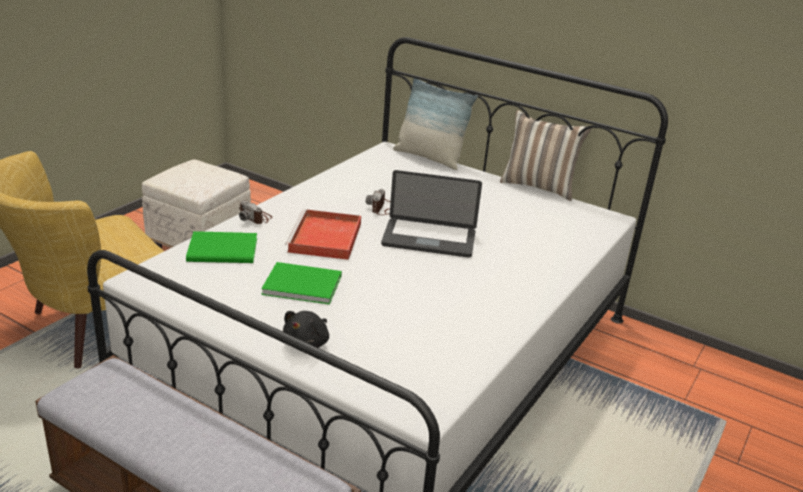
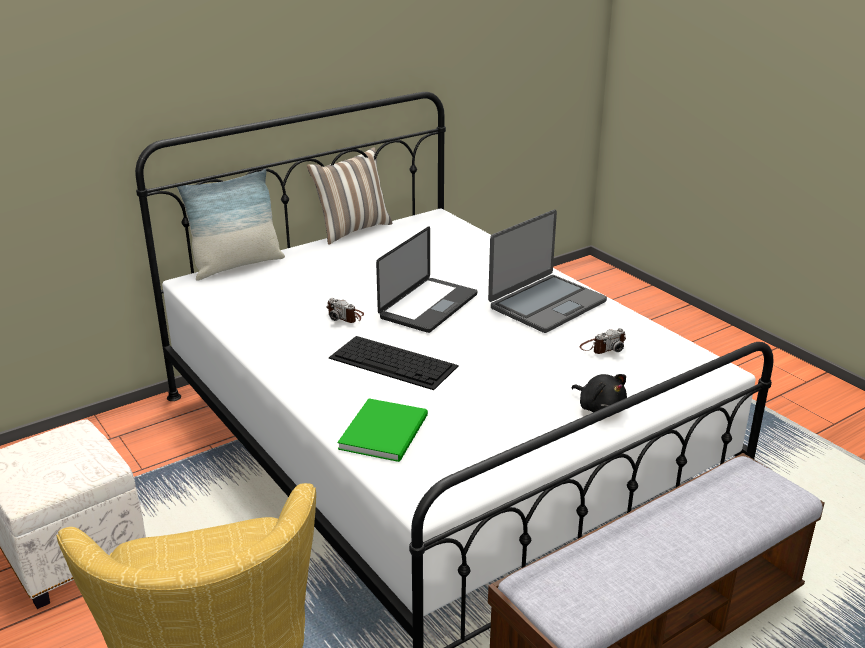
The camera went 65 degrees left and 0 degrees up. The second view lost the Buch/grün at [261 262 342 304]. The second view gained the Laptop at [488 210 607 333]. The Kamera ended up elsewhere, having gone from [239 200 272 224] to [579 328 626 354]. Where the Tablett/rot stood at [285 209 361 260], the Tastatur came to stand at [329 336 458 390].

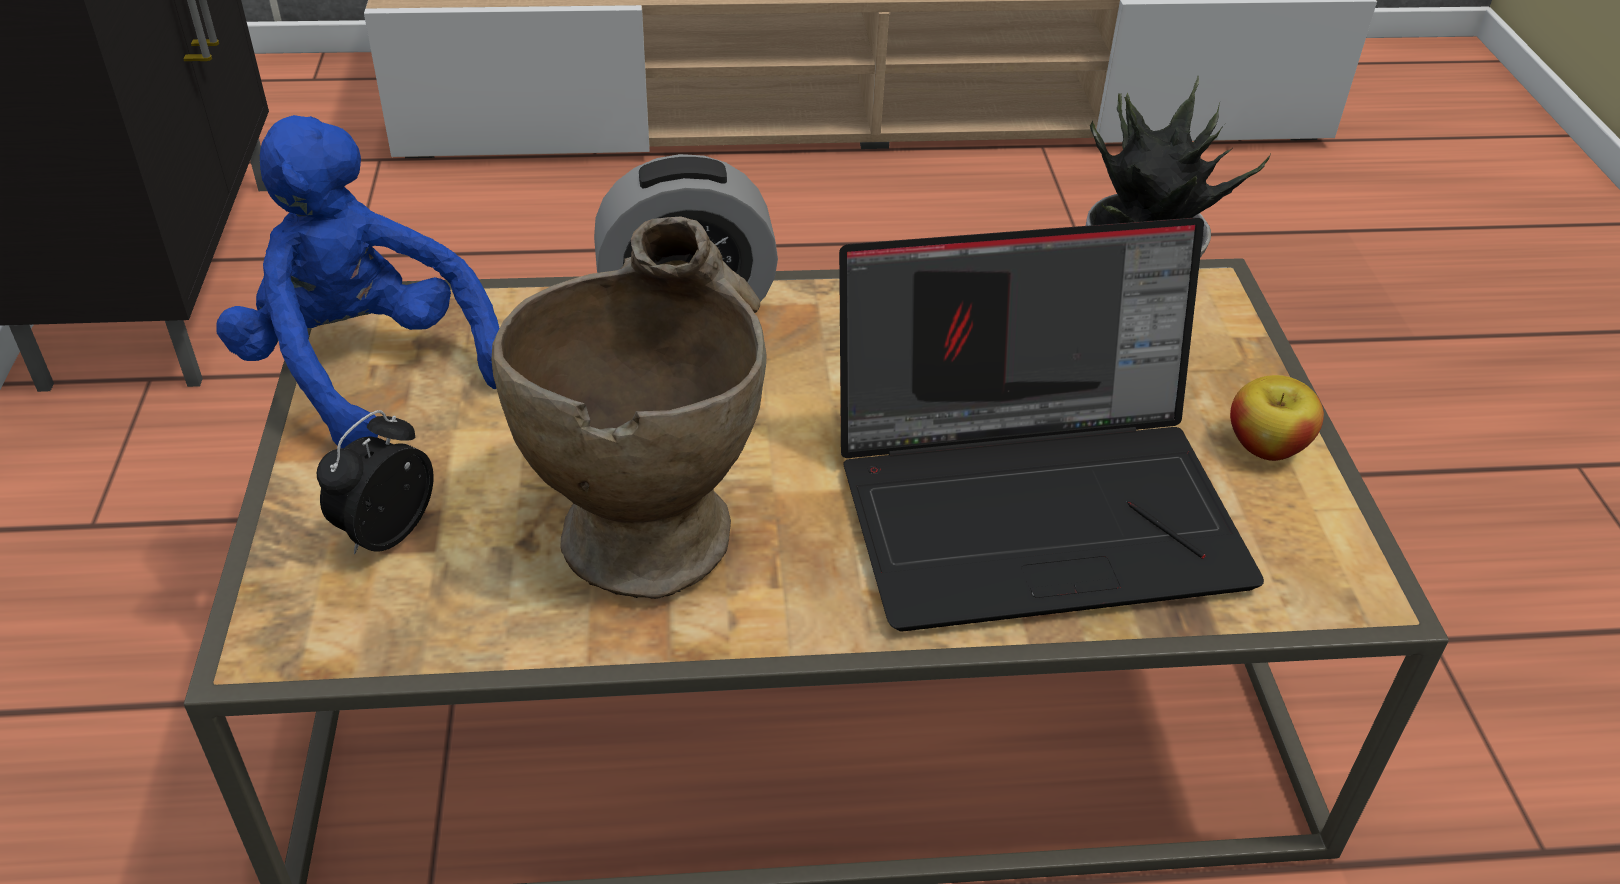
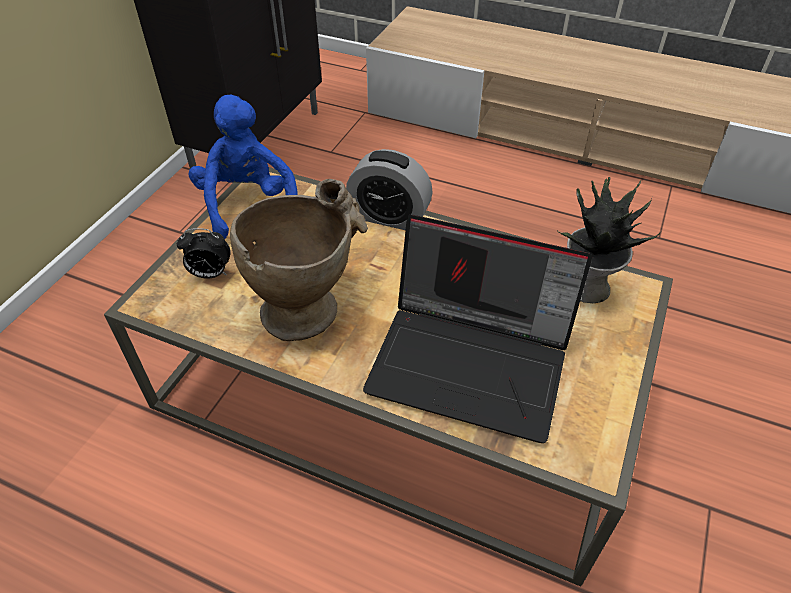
The camera went 30 degrees right and 5 degrees up. The second view lost the Apfel at [1230 375 1324 461]. The Wecker at [317 410 434 554] ended up facing another way, 150 degrees counterclockwise from before.

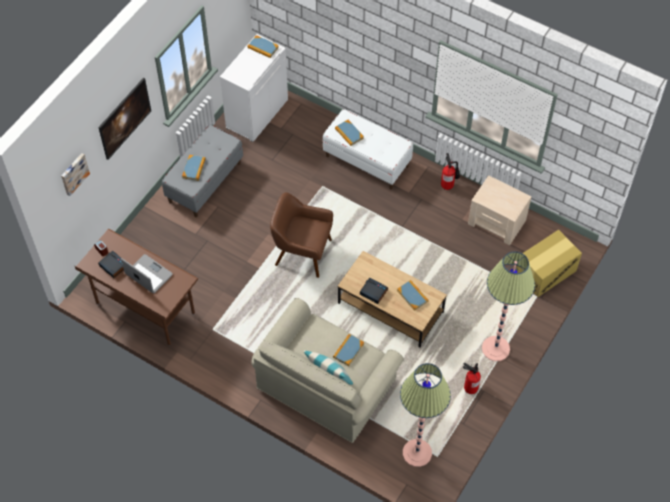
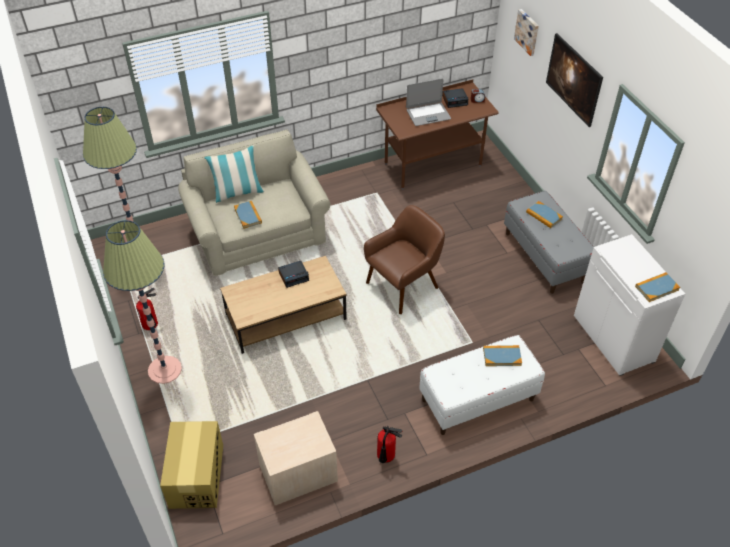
The camera went 125 degrees right and 10 degrees down. The second view lost the Buch at [397 280 429 311].

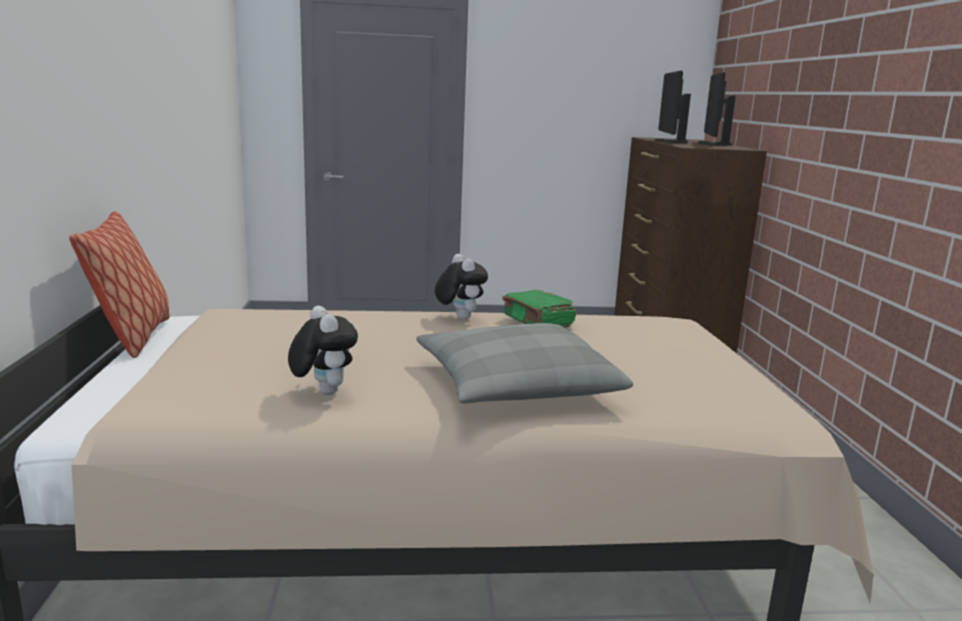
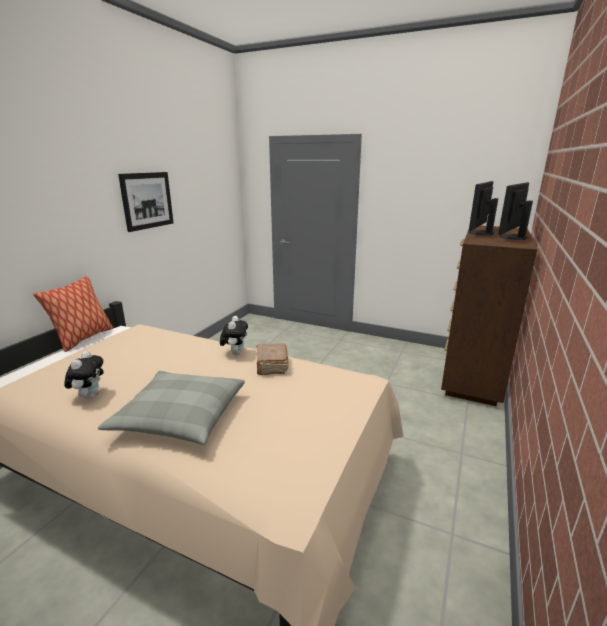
The camera went 30 degrees right and 5 degrees up. The second view gained the Bild at [118 172 174 232]. What was the Buch/grün at [502 290 576 327] turned into the Buch/braun at [256 343 289 375].

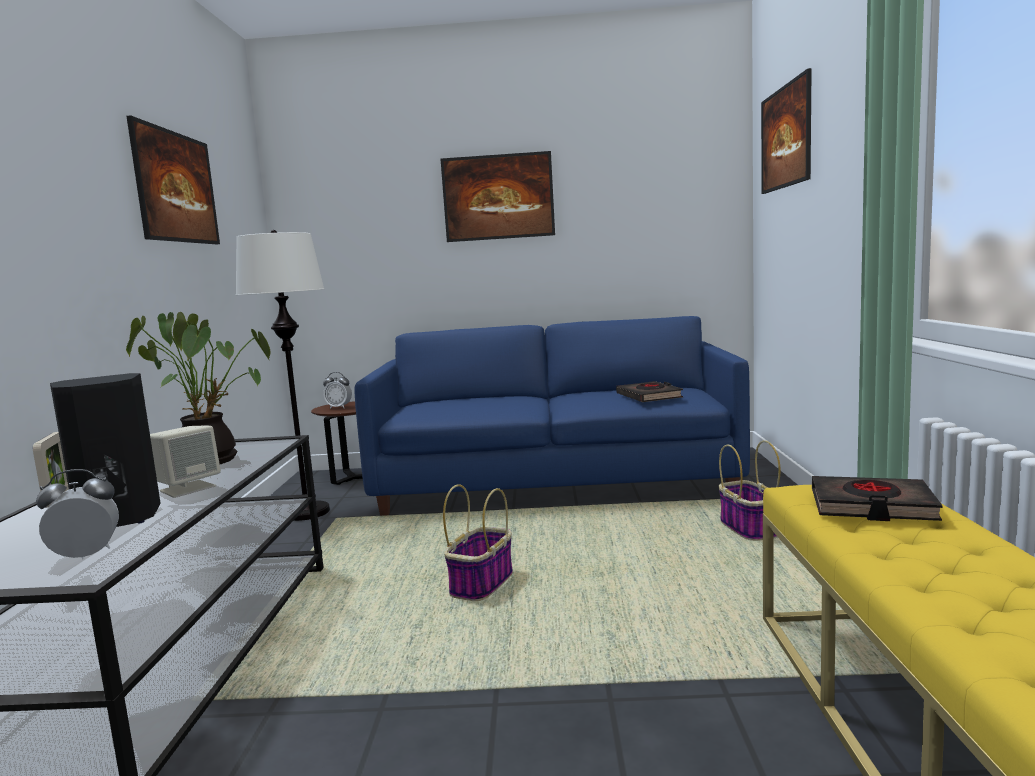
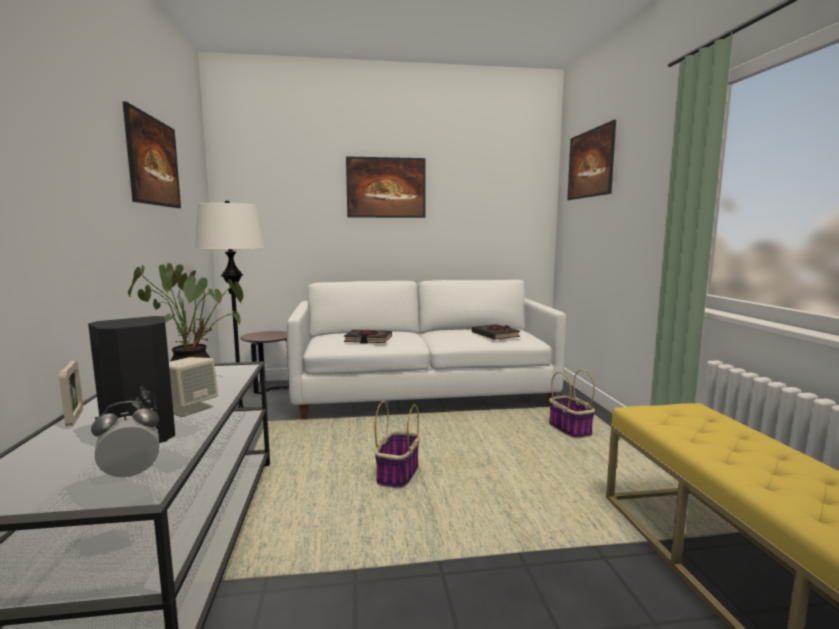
The camera went 10 degrees left and 0 degrees up. The second view lost the Wecker at [323 372 352 409]. The Buch/schwarz ended up elsewhere, having gone from [812 476 943 521] to [344 330 392 344]. What was the Sofa/blau at [354 316 750 516] turned into the Sofa/weiß at [287 280 566 419].

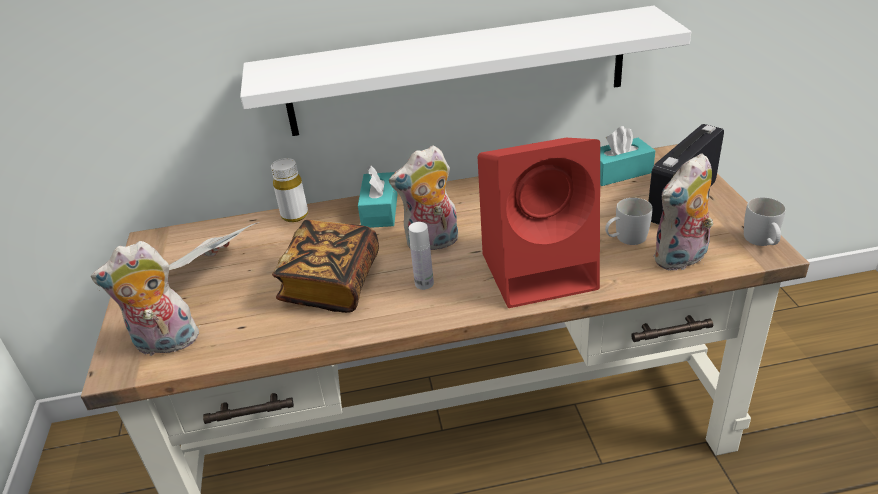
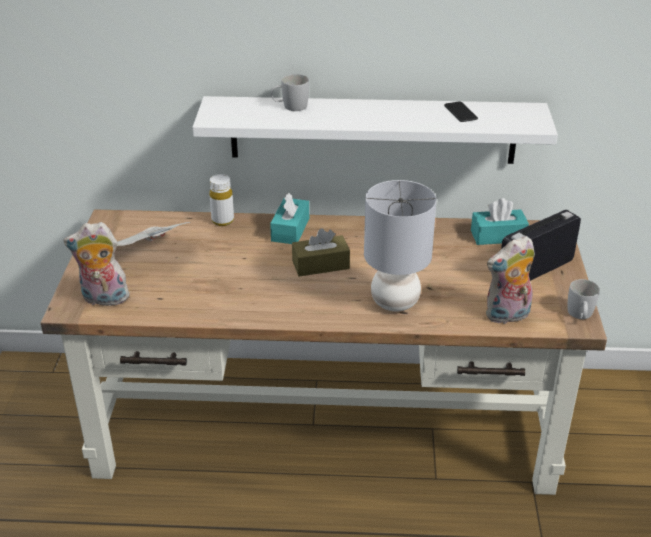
The camera went 10 degrees right and 0 degrees up. The second view lost the Buch at [272 220 379 313]. The second view lost the Flasche/weiß at [409 222 434 290]. The second view gained the Handy at [444 101 478 122]. The Henkelbecher/weiß ended up elsewhere, having gone from [605 198 652 245] to [271 74 309 111]. Where the Plüschtier stood at [389 145 458 251], the Taschentuchbox/braun came to stand at [292 228 350 276]. Where the Lautsprecher/rot stood at [478 138 600 308], the Tischlampe/grau came to stand at [364 180 437 311].

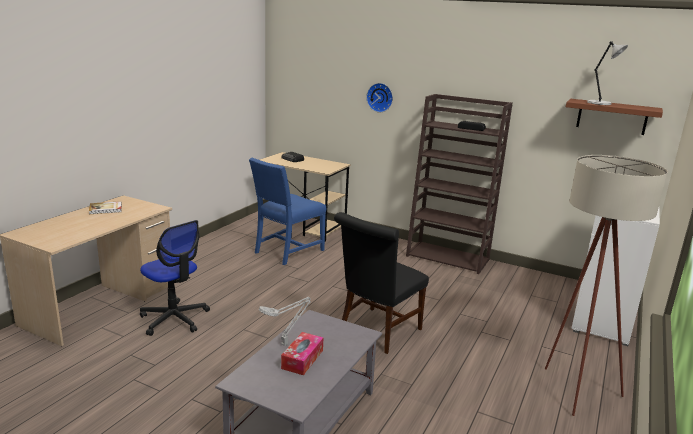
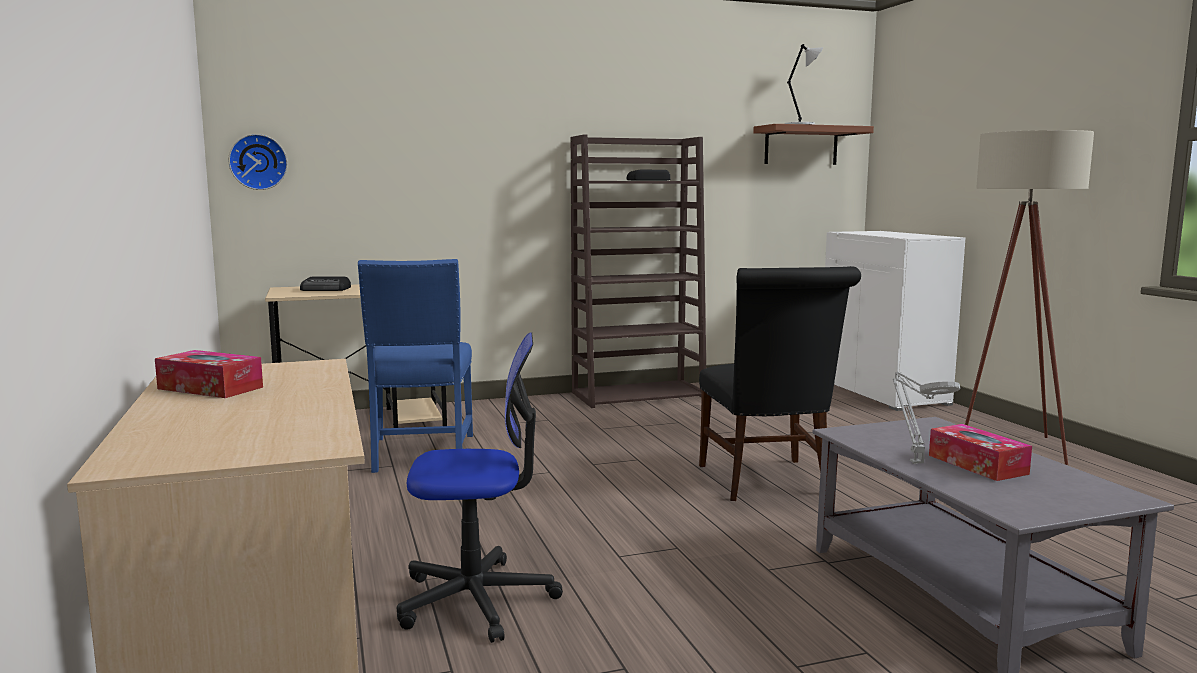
The camera went 45 degrees left and 10 degrees down. The Wanduhr ended up elsewhere, having gone from [366 83 393 112] to [228 134 288 190]. Where the Buch stood at [89 201 122 214], the Taschentuchbox came to stand at [155 350 263 398].

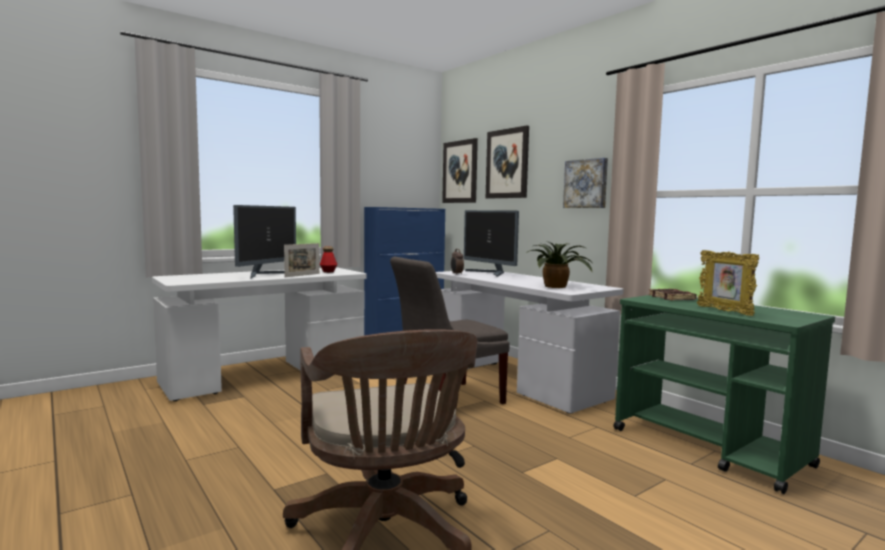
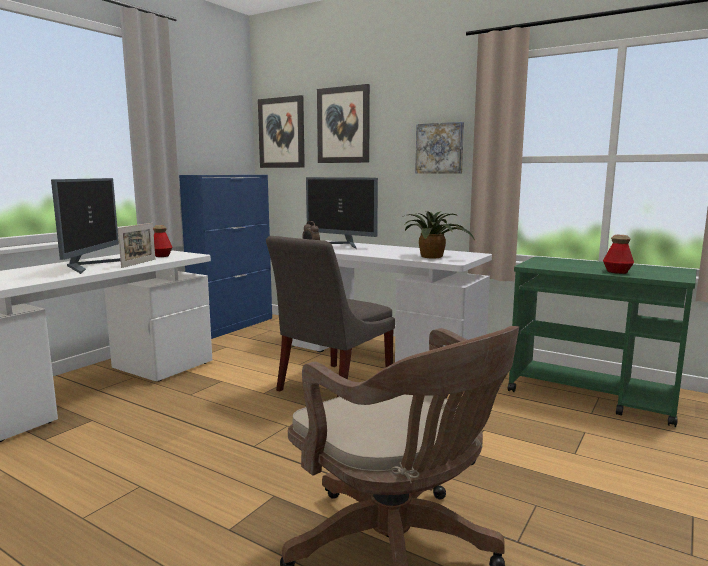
The camera went 20 degrees left and 5 degrees up. The second view lost the Buch/braun at [648 288 697 300]. Where the Bilderrahmen stood at [697 250 759 316], the Flasche came to stand at [603 235 634 274].

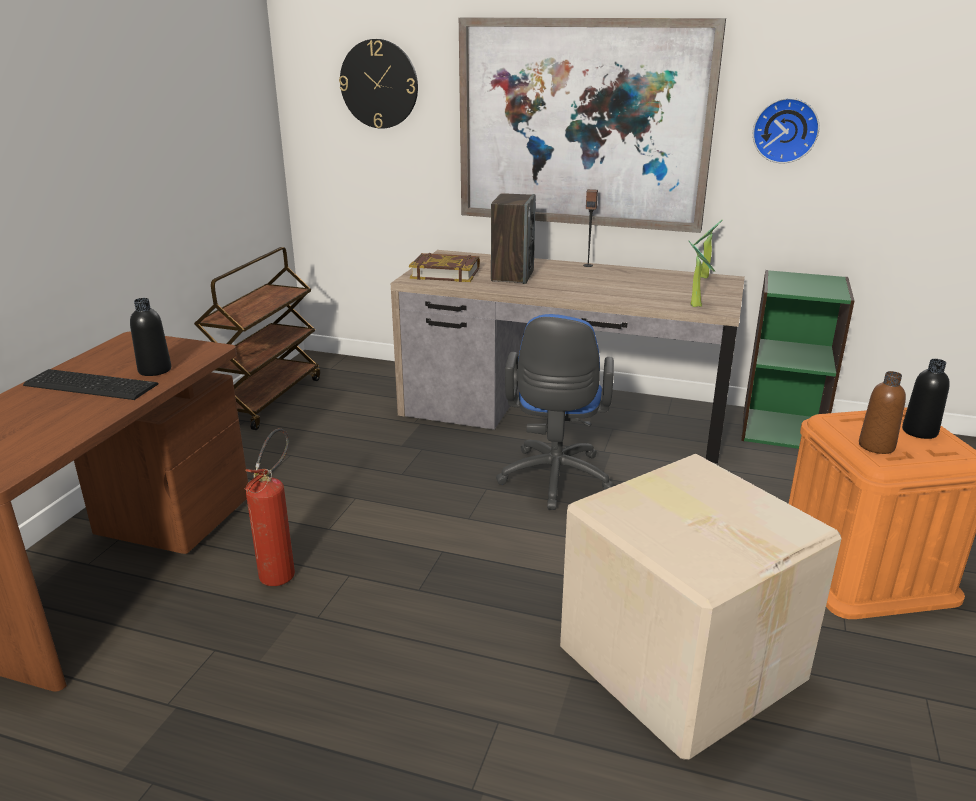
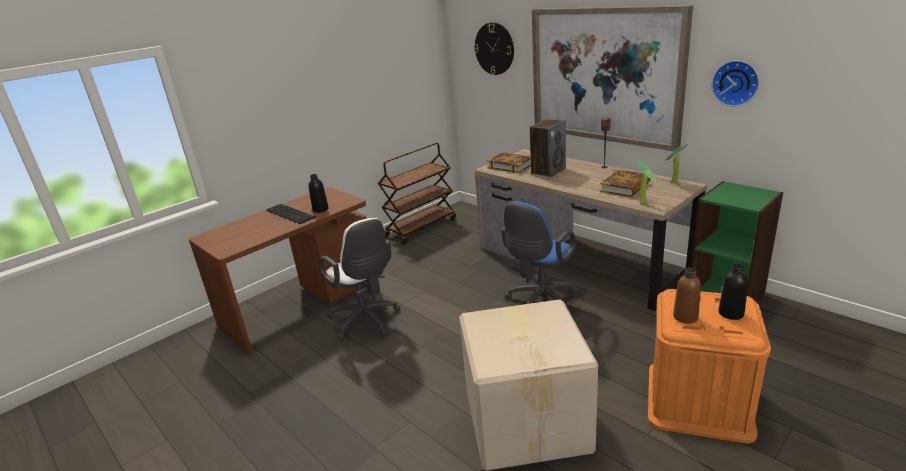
The camera went 30 degrees right and 0 degrees up. The second view gained the Buch at [600 169 651 197]. Where the Feuerlöscher stood at [245 428 295 586], the Bürostuhl/weiß came to stand at [319 218 401 340].

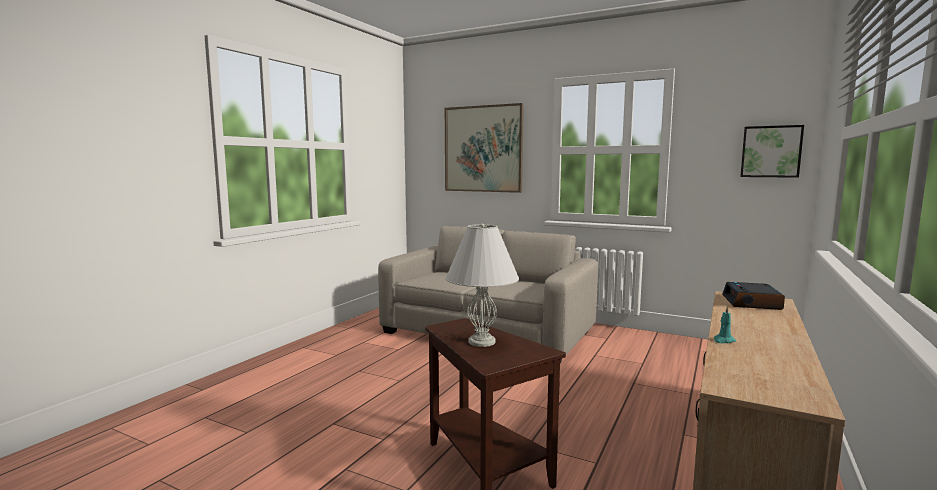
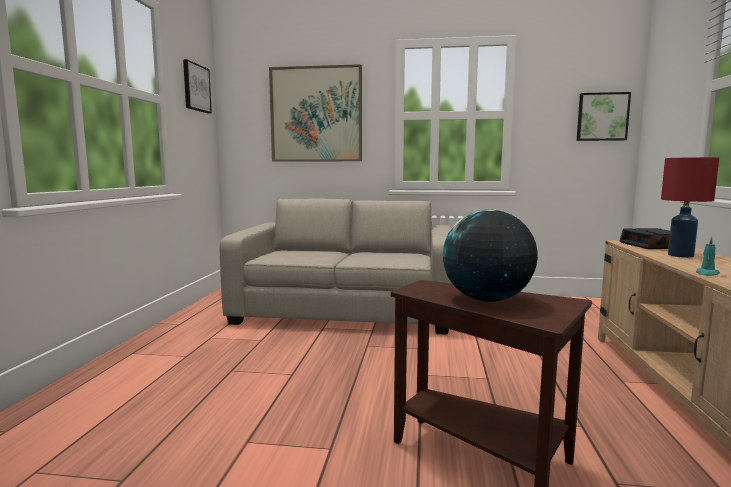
The camera went 20 degrees left and 0 degrees up. The second view gained the Bild at [183 59 212 114]. The second view gained the Tischlampe/rot at [661 157 719 258]. Where the Tischlampe/weiß stood at [445 223 519 347], the Globus came to stand at [443 210 538 302].

